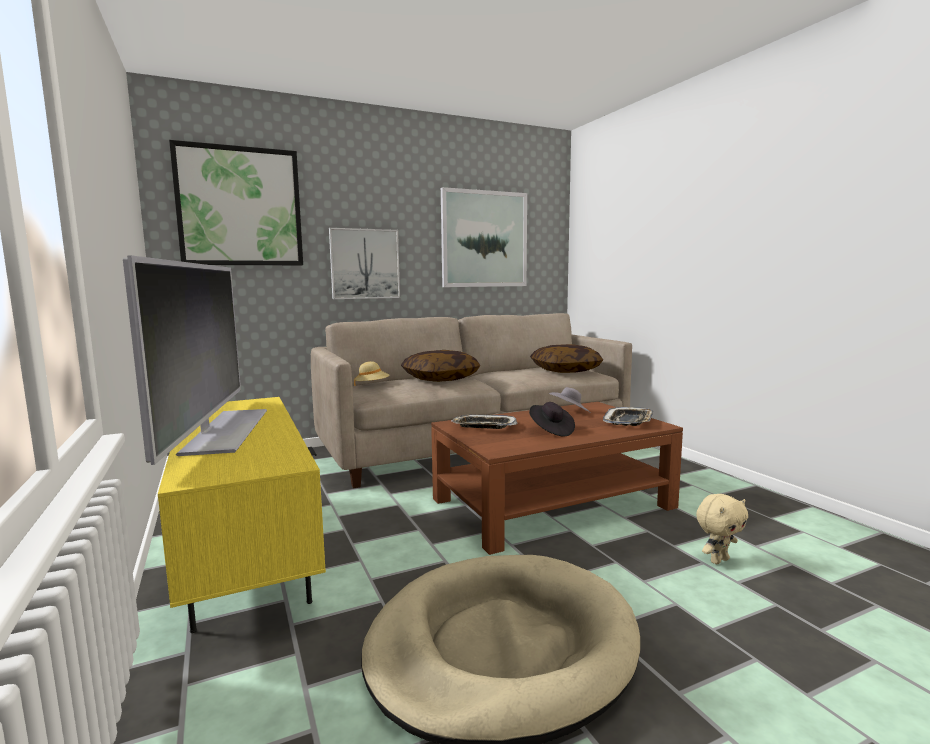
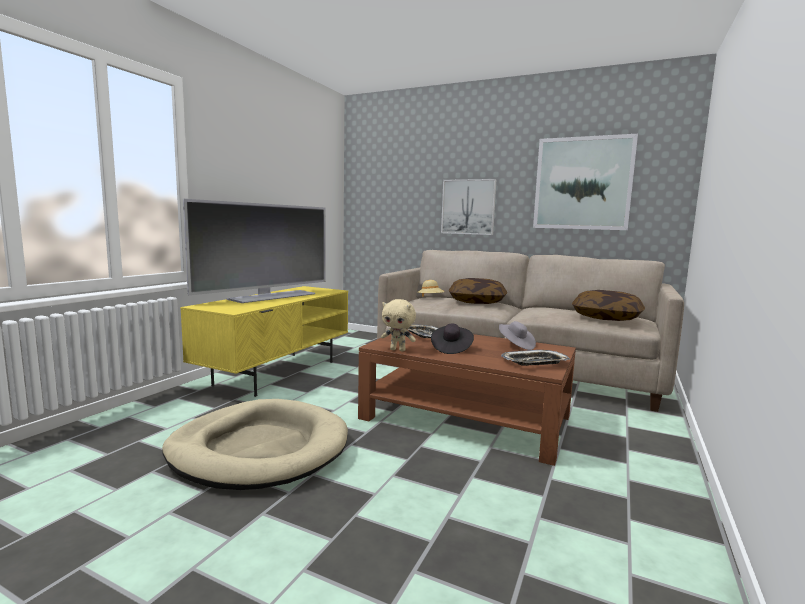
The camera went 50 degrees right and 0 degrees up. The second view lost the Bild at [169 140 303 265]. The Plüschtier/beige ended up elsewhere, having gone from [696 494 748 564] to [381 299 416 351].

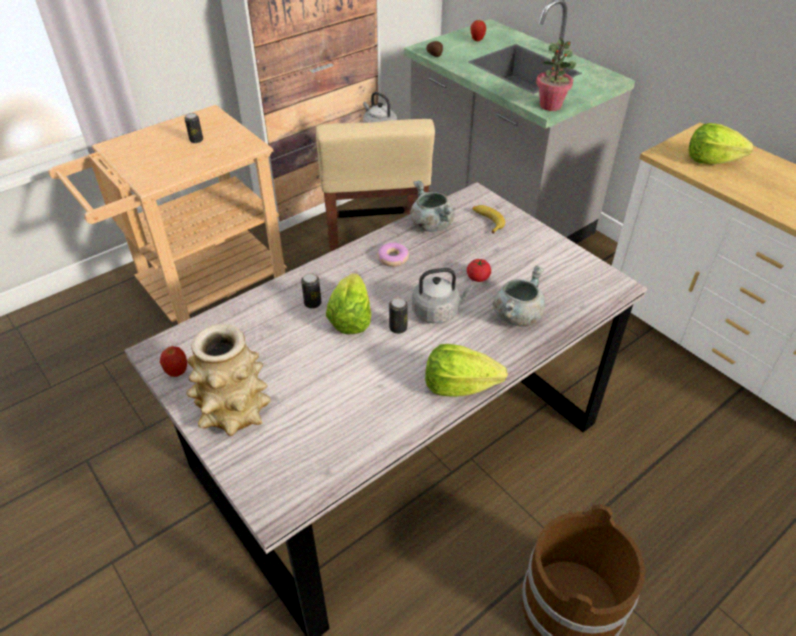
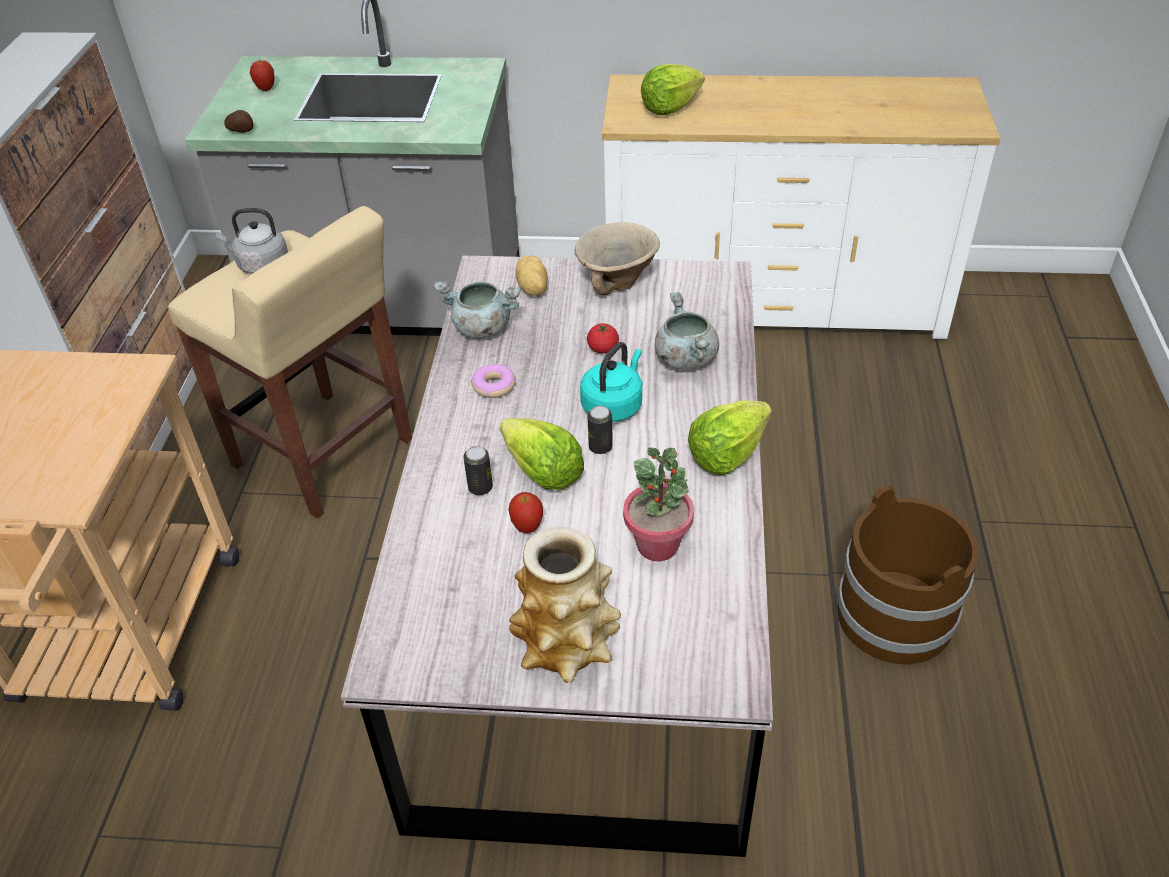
The camera went 45 degrees left and 0 degrees up. The second view lost the Dose at [184 113 203 143]. The second view gained the Schüssel/beige at [575 222 660 295]. The Apfel ended up elsewhere, having gone from [160 346 187 377] to [508 492 543 533]. The Topfpflanze ended up elsewhere, having gone from [536 38 576 111] to [623 448 694 562]. Where the Banane stood at [472 205 505 234], the Kartoffel came to stand at [515 255 548 296]. What was the Wasserkessel/grau at [412 268 474 324] turned into the Wasserkessel/türkis at [580 342 642 422].

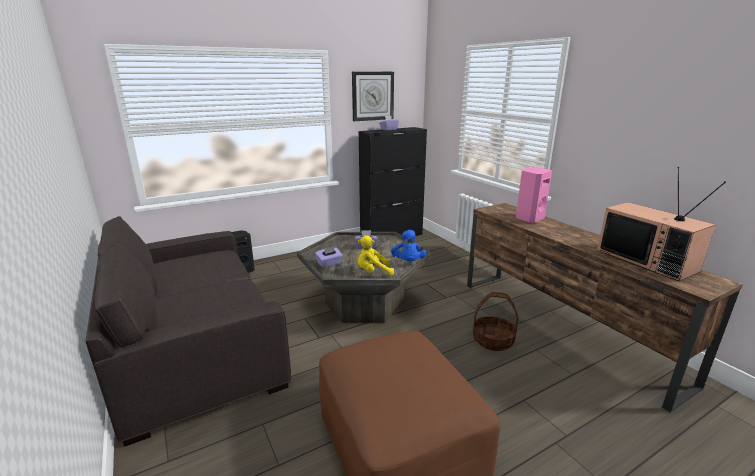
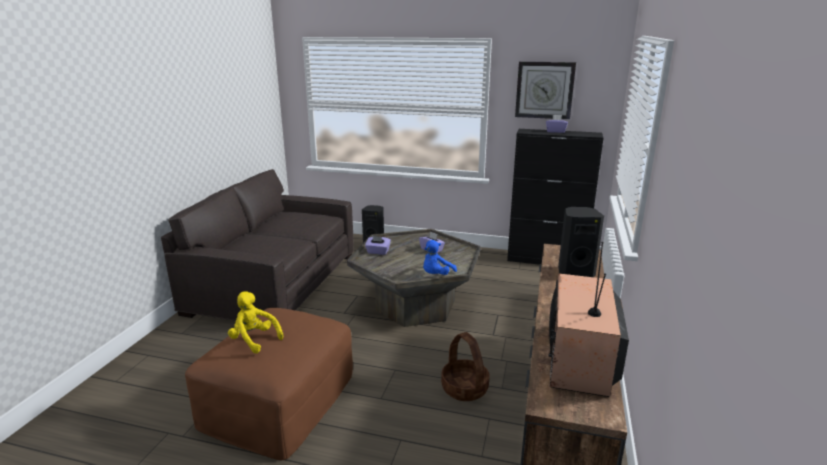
The camera went 45 degrees right and 0 degrees up. The Plüschtier/gelb ended up elsewhere, having gone from [358 235 394 275] to [228 291 283 353]. What was the Lautsprecher/rosa at [516 168 552 223] turned into the Lautsprecher/schwarz at [558 207 604 277].

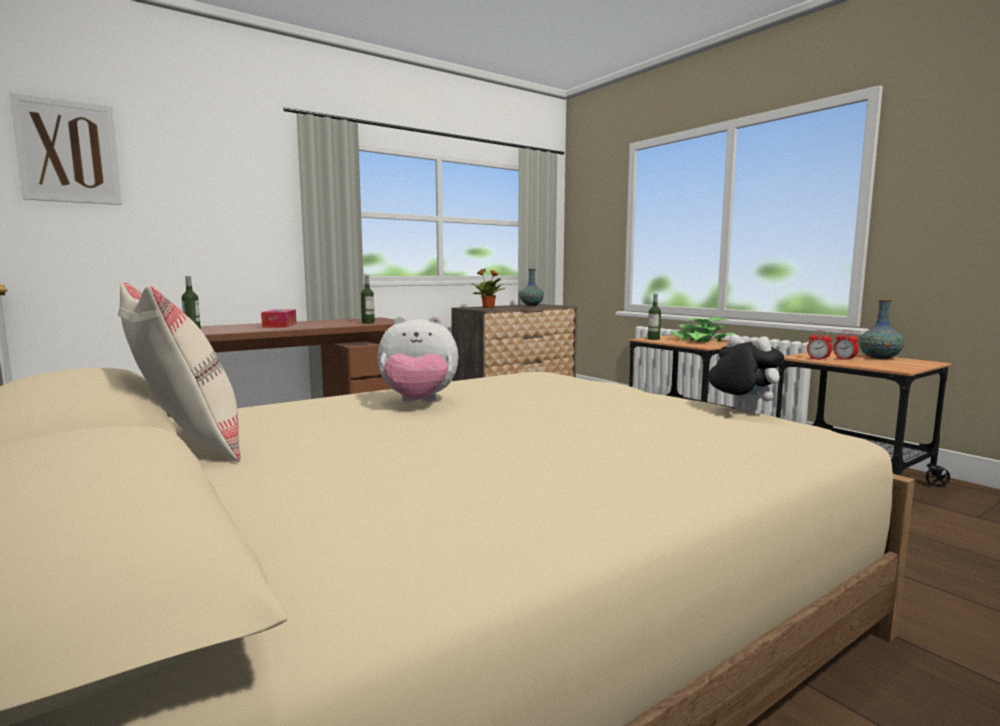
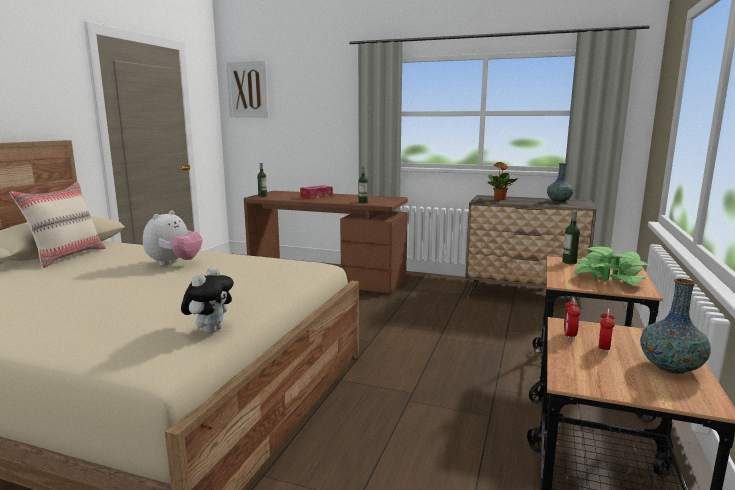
The camera went 55 degrees right and 5 degrees up. The Plüschtier at [378 316 458 402] ended up facing another way, 120 degrees counterclockwise from before.

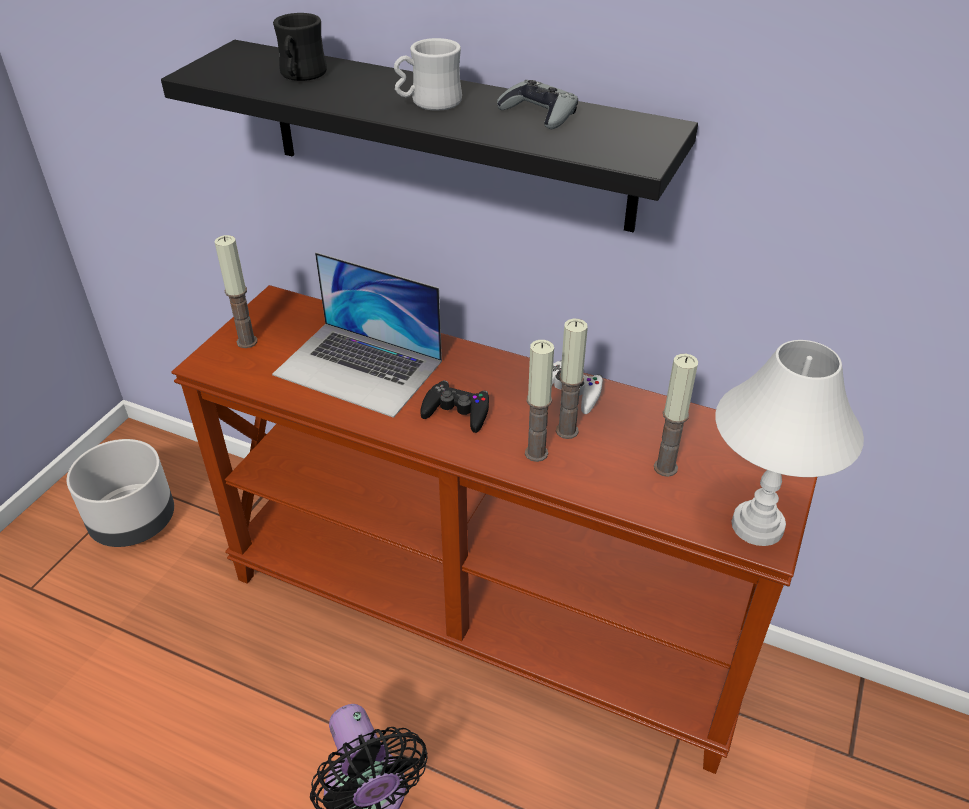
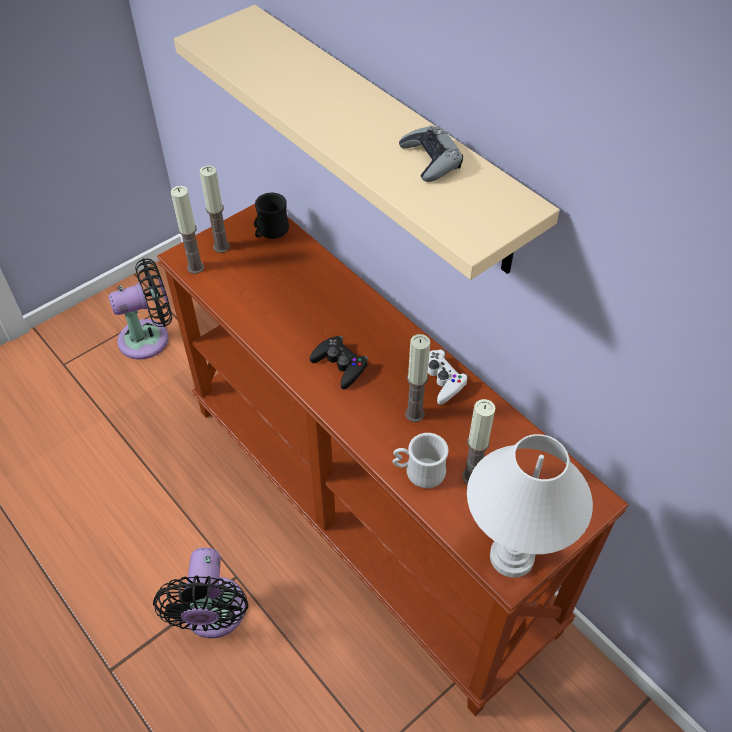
The camera went 25 degrees right and 10 degrees up. The second view lost the Laptop at [272 252 442 418]. The Henkelbecher/schwarz ended up elsewhere, having gone from [273 13 327 81] to [254 193 289 239]. The Henkelbecher/weiß ended up elsewhere, having gone from [394 38 462 111] to [393 433 449 488]. The Kerze ended up elsewhere, having gone from [525 340 554 462] to [170 186 204 274]. Where the Pflanzkübel/grau stood at [66 439 174 547], the Ventilator/schwarz came to stand at [108 258 172 359]. What was the Wandregal/schwarz at [161 40 698 232] turned into the Wandregal/beige at [174 5 560 280].

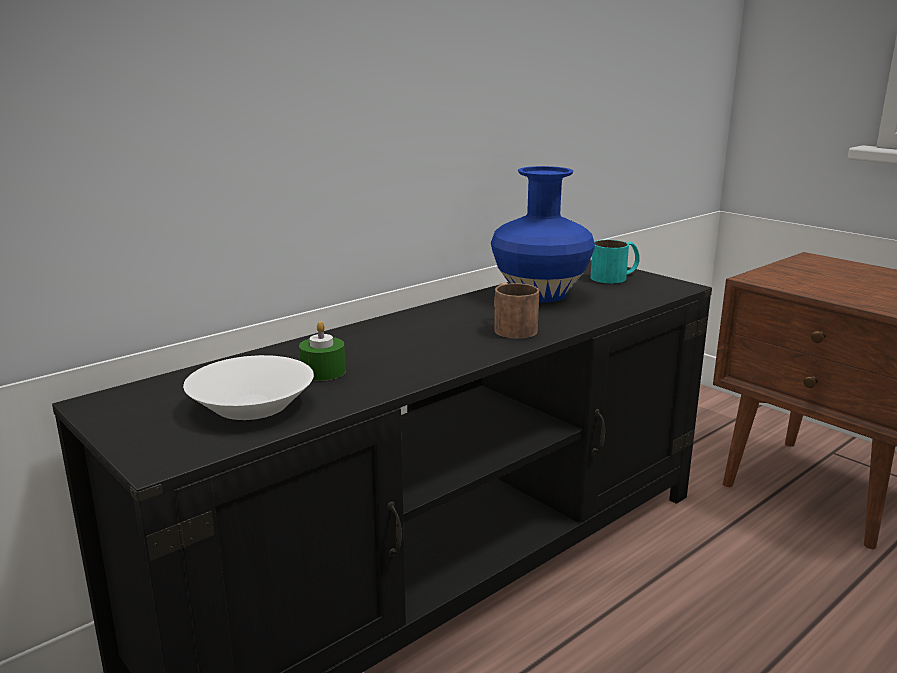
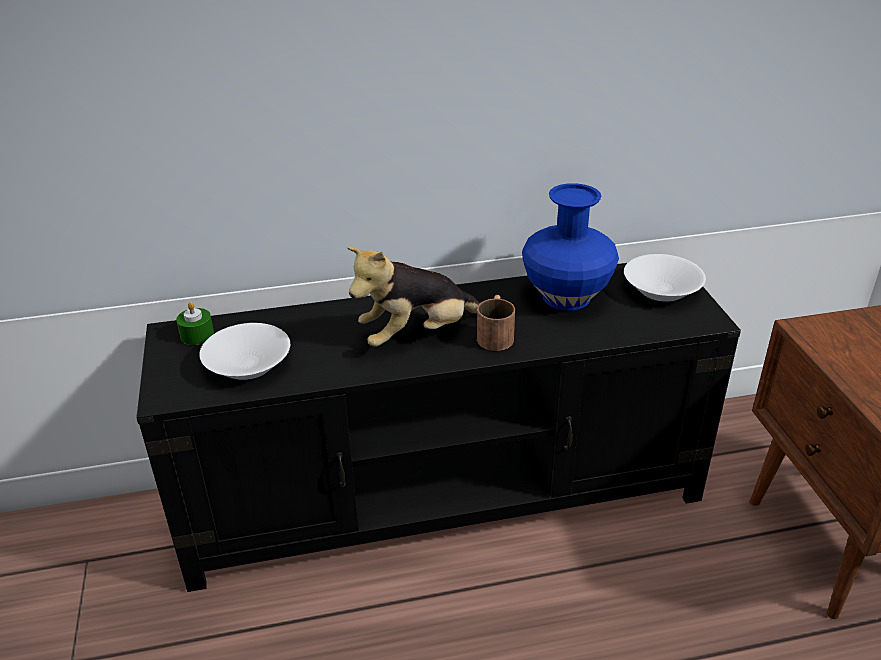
The camera went 30 degrees right and 15 degrees up. The second view gained the Plüschtier at [347 247 480 347]. The Kerze/grün ended up elsewhere, having gone from [299 321 346 381] to [176 302 214 345]. Where the Henkelbecher/türkis stood at [591 240 640 283], the Schüssel/weiß came to stand at [624 254 706 302].

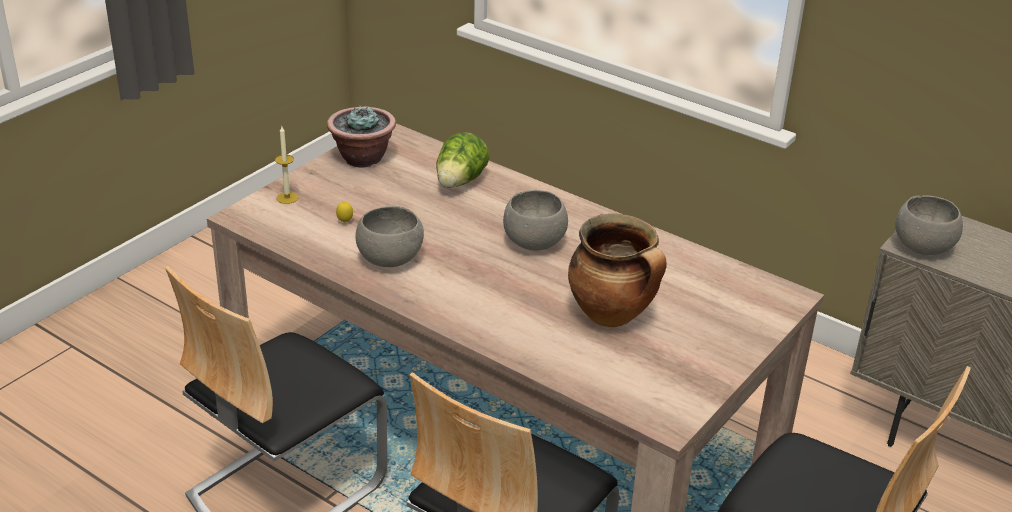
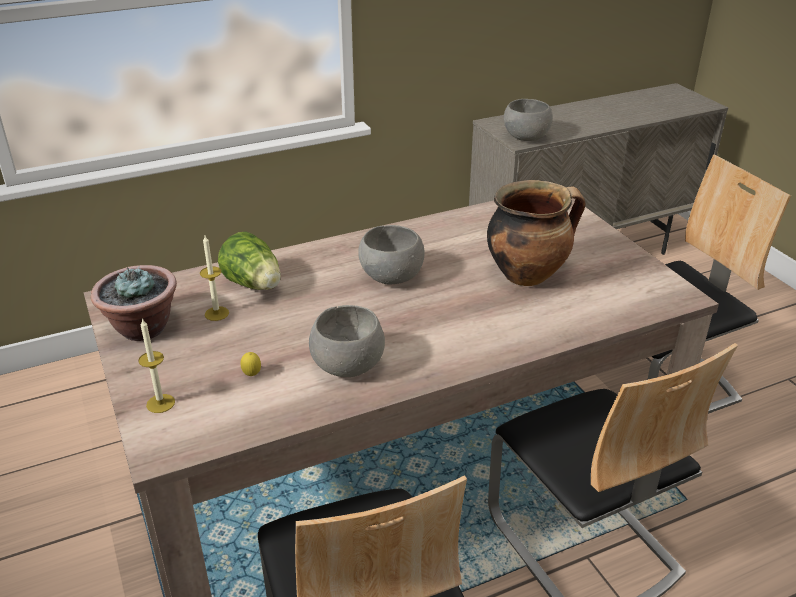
The camera went 60 degrees left and 0 degrees up. The second view gained the Kerze at [200 236 229 321].

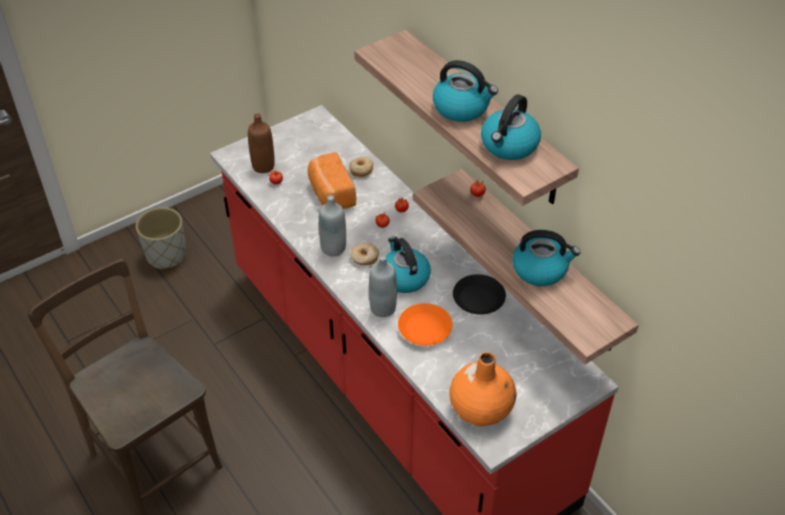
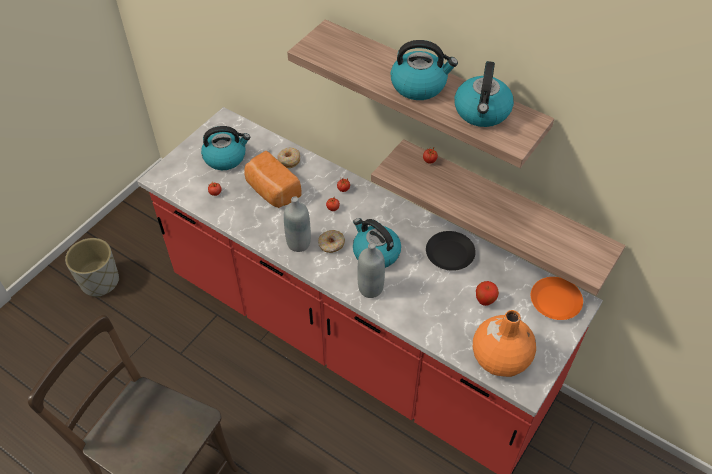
The camera went 20 degrees left and 5 degrees up. The second view lost the Flasche/braun at [248 113 275 173]. The second view gained the Apfel at [476 281 499 306]. The Teller/orange ended up elsewhere, having gone from [398 303 452 346] to [531 277 583 320]. The Wasserkessel ended up elsewhere, having gone from [512 230 580 286] to [201 126 250 170].

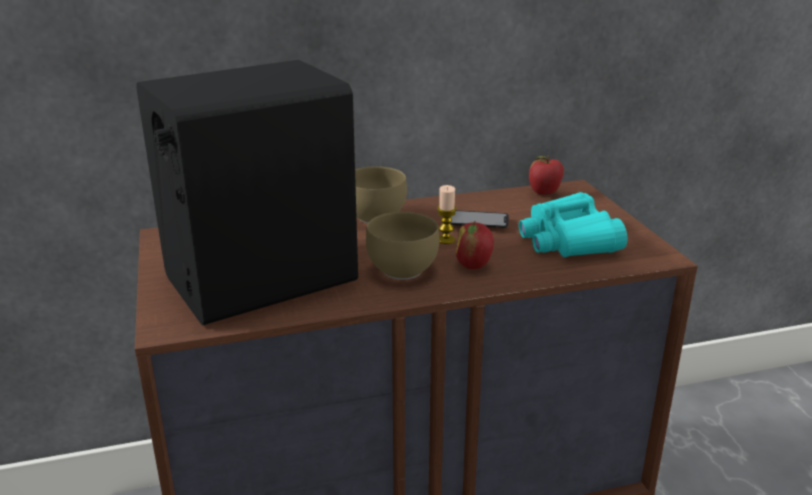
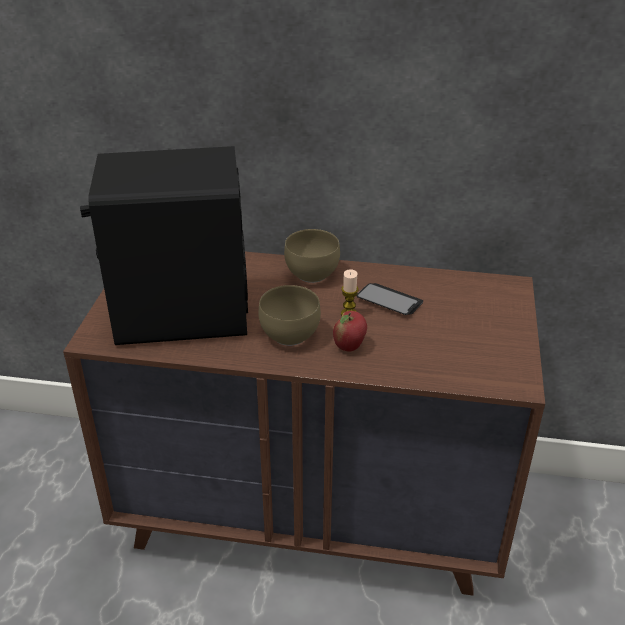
The camera went 25 degrees right and 10 degrees up. The second view lost the Fernglas/türkis at [519 192 627 257]. The second view lost the Apfel at [529 155 564 195].

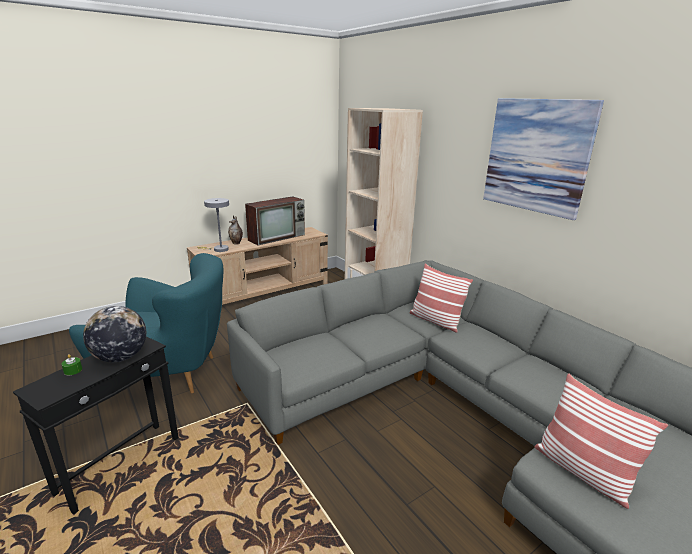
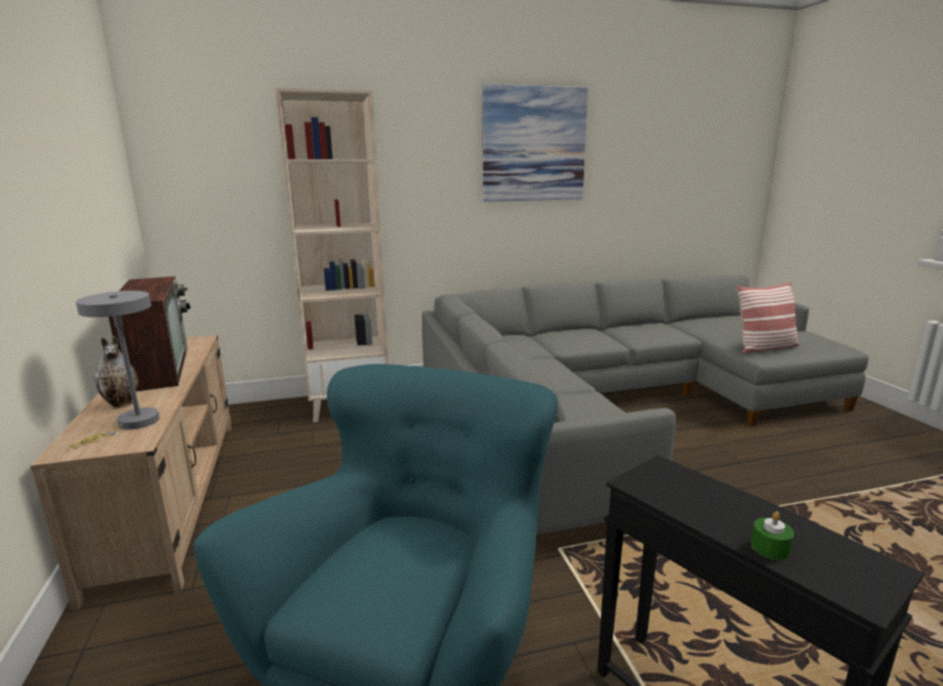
The camera went 70 degrees left and 5 degrees down. The second view lost the Globus at [83 306 146 362]. The second view lost the Kissen at [410 263 473 332].

